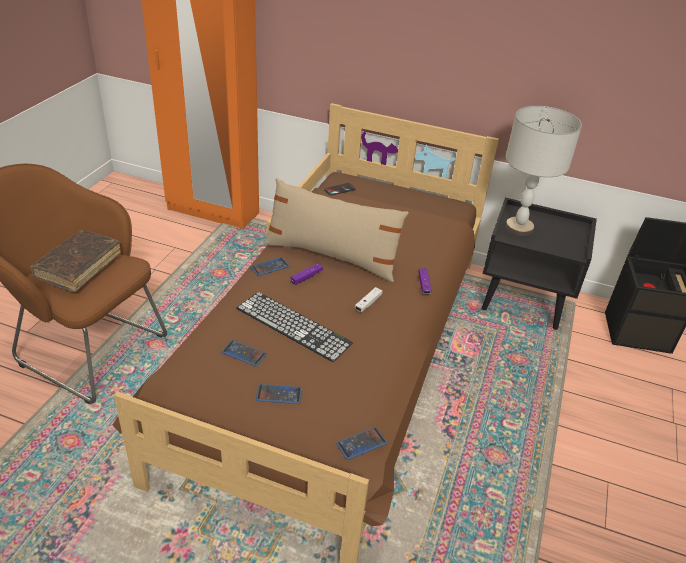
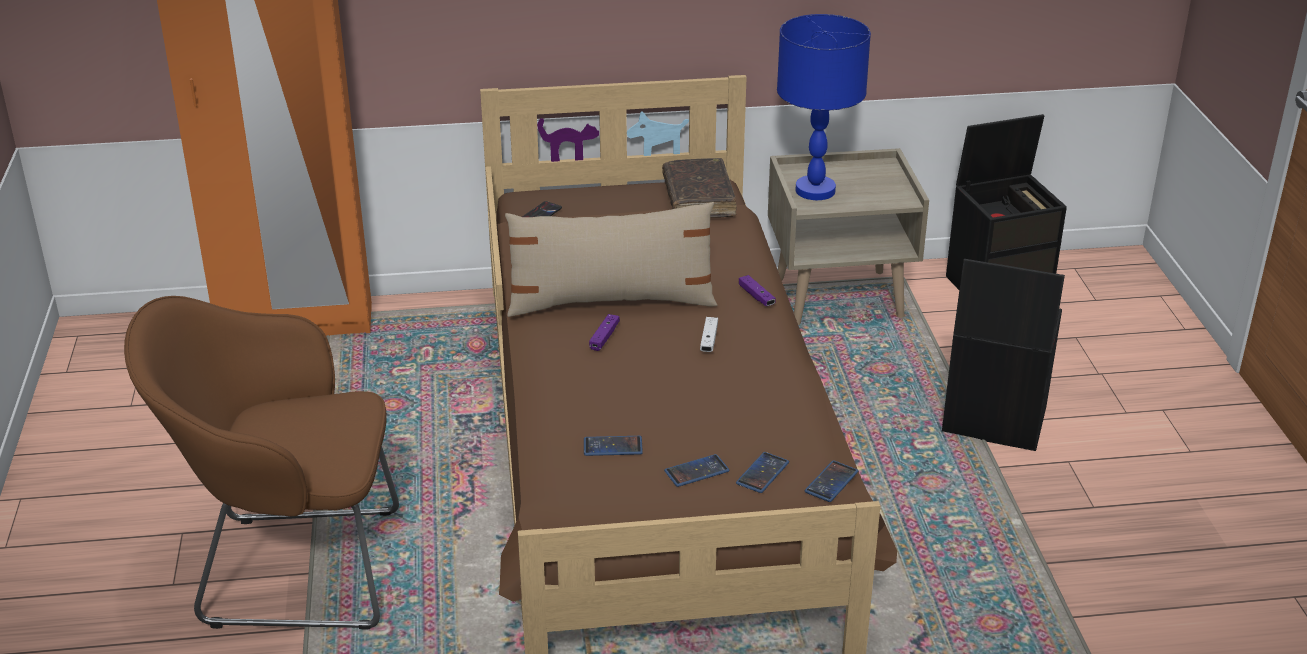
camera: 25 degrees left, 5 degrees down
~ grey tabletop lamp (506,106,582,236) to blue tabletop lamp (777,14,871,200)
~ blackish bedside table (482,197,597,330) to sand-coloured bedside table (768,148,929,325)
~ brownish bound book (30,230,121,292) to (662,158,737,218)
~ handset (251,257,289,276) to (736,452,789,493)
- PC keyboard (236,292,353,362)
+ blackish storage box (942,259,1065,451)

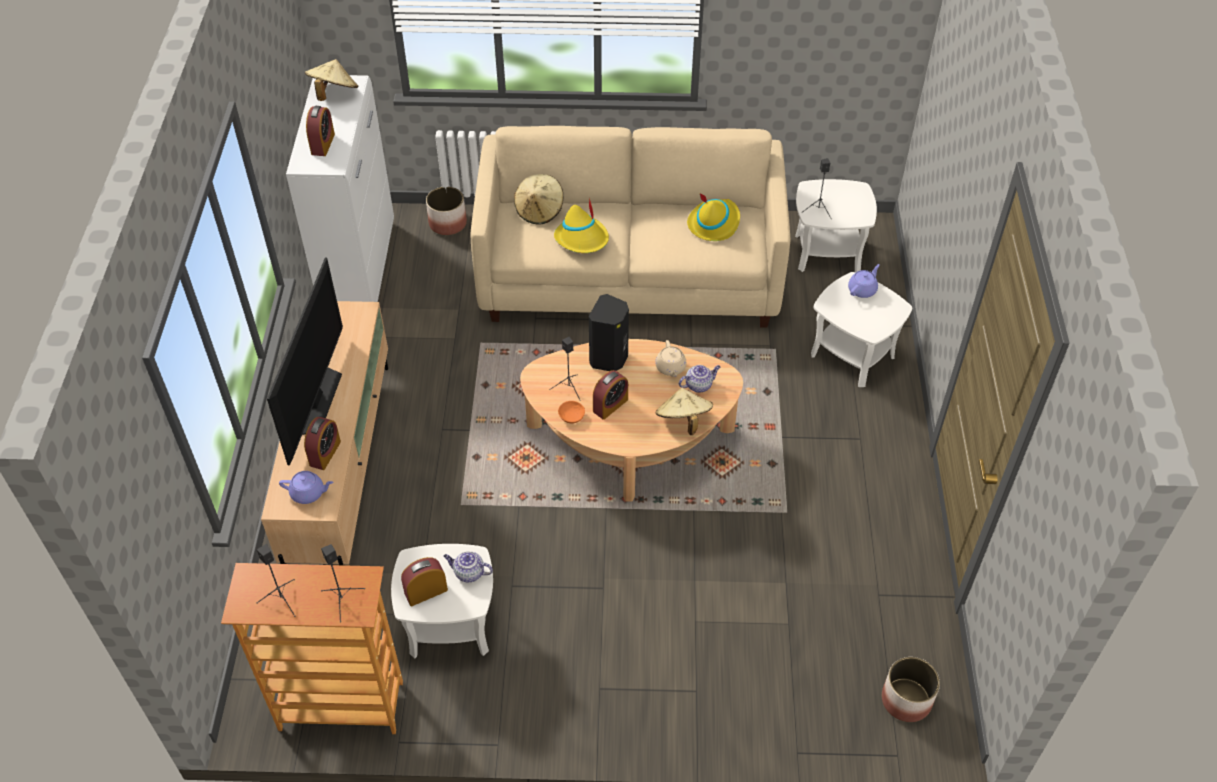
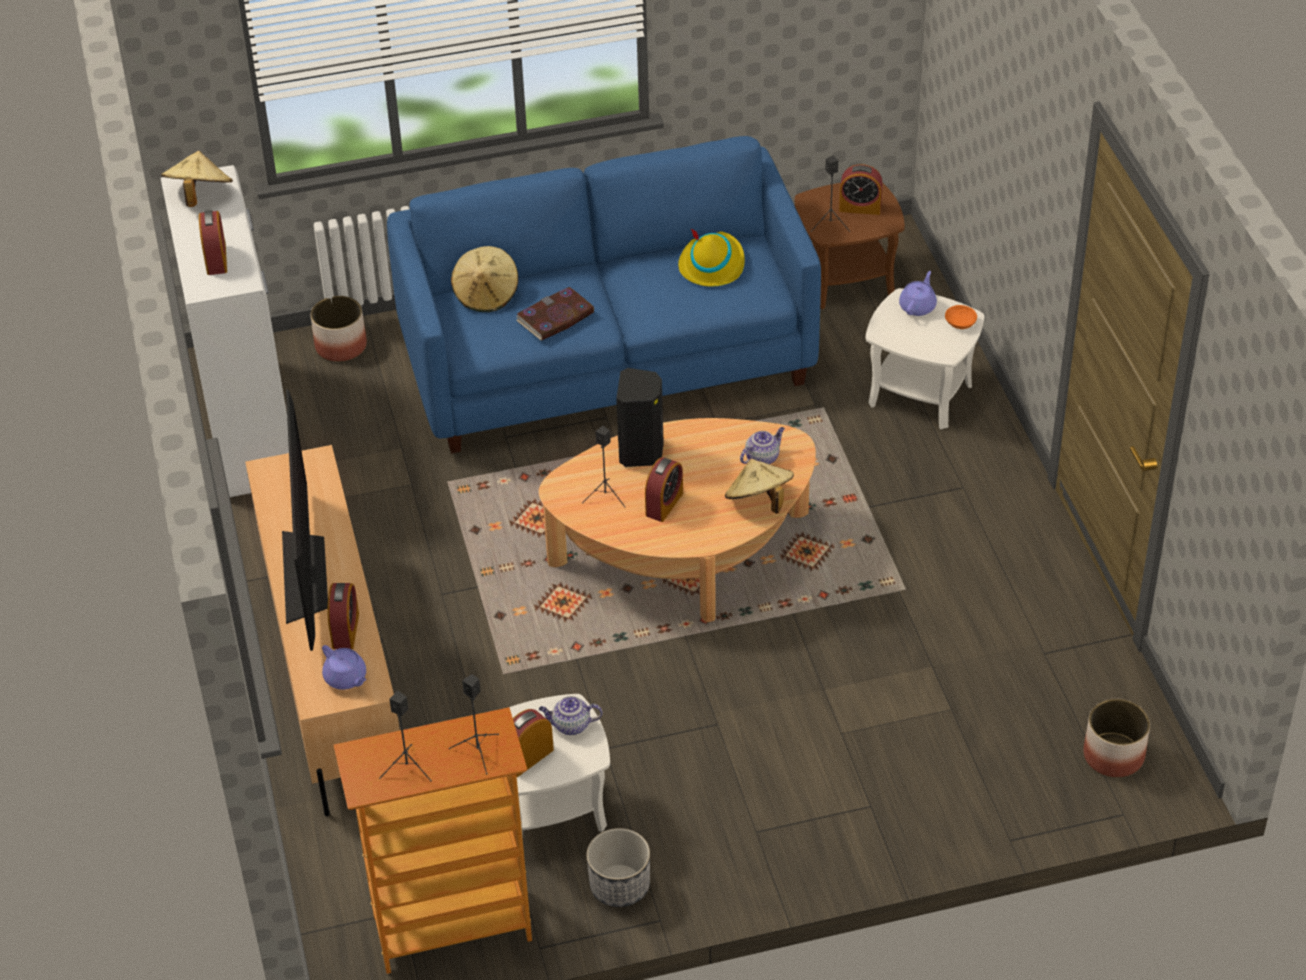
camera: 15 degrees left, 5 degrees down
~ sand-coloured couch (470,126,790,328) to blue couch (387,136,821,454)
~ white-coloured side table (795,179,877,272) to brownish side table (795,183,905,309)
~ yellowish hat (554,197,609,253) to bound book (516,287,594,341)
- sand-coloured pot for tea (655,340,687,377)
~ orange-coloured serving bowl (558,401,585,424) to (945,305,977,329)
~ purple pot for tea (279,471,333,504) = (322,645,366,690) 60 degrees clockwise
+ alarm clock (839,164,883,215)
+ plant pot (586,828,650,907)

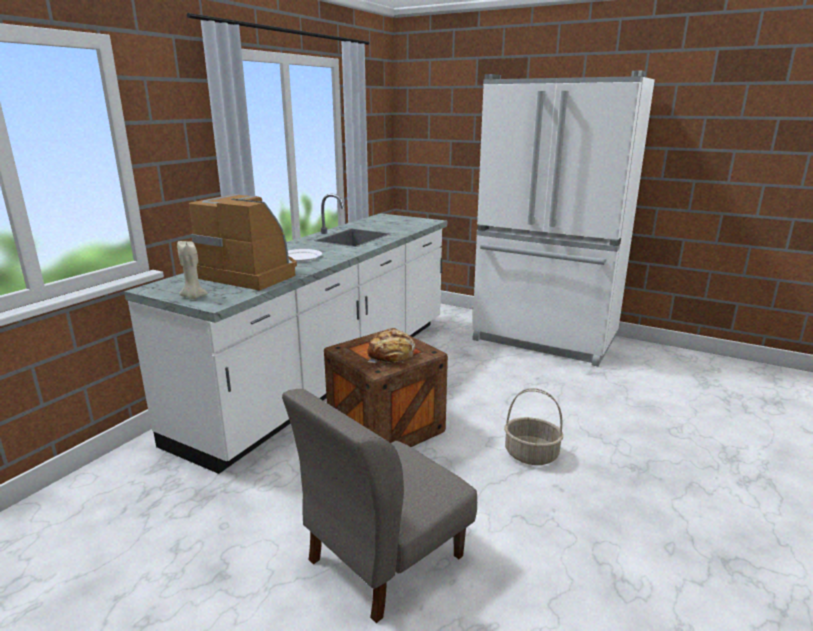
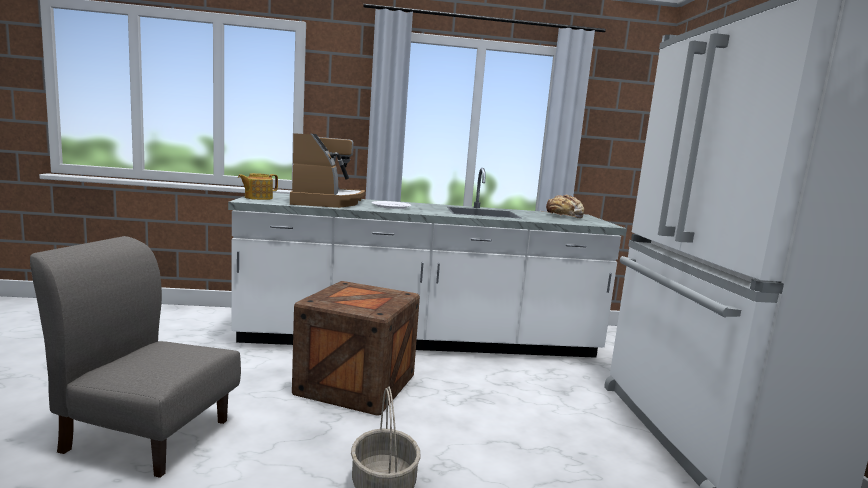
camera: 55 degrees right, 10 degrees down
~ sand-coloured wax light (177,241,208,299) to pot for tea (238,173,278,200)
~ bakery bread (367,329,415,363) to (544,195,584,218)

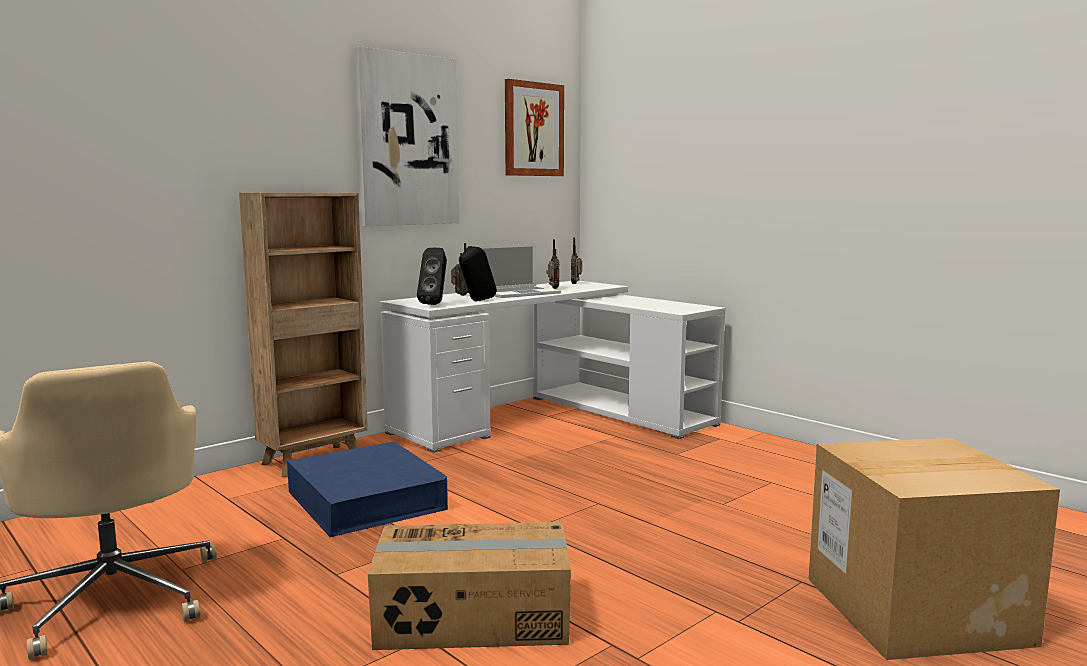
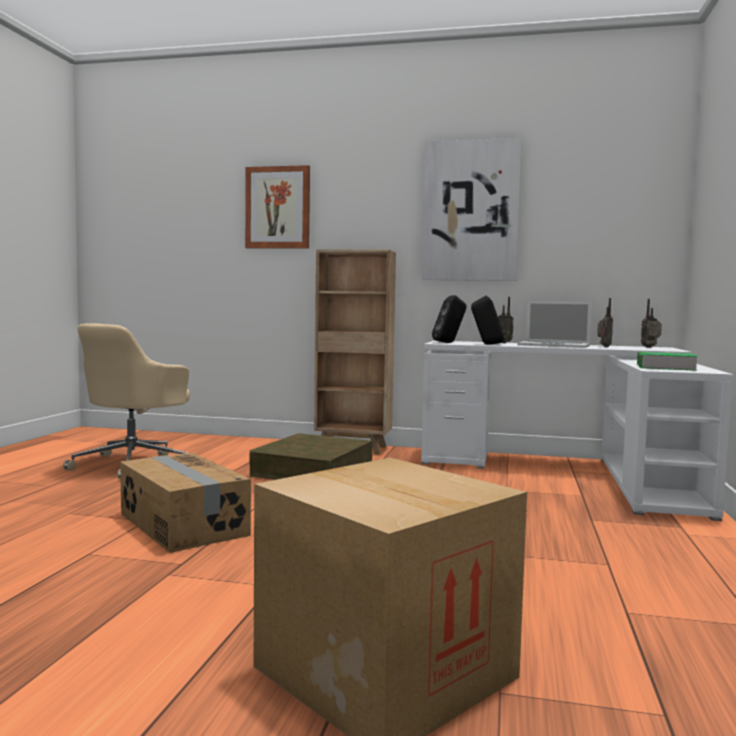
camera: 55 degrees right, 5 degrees down
~ picture (505,79,564,176) to (245,165,310,248)
~ blue storage box (287,441,448,537) to brownish storage box (249,433,373,480)
+ bound book (637,352,698,371)

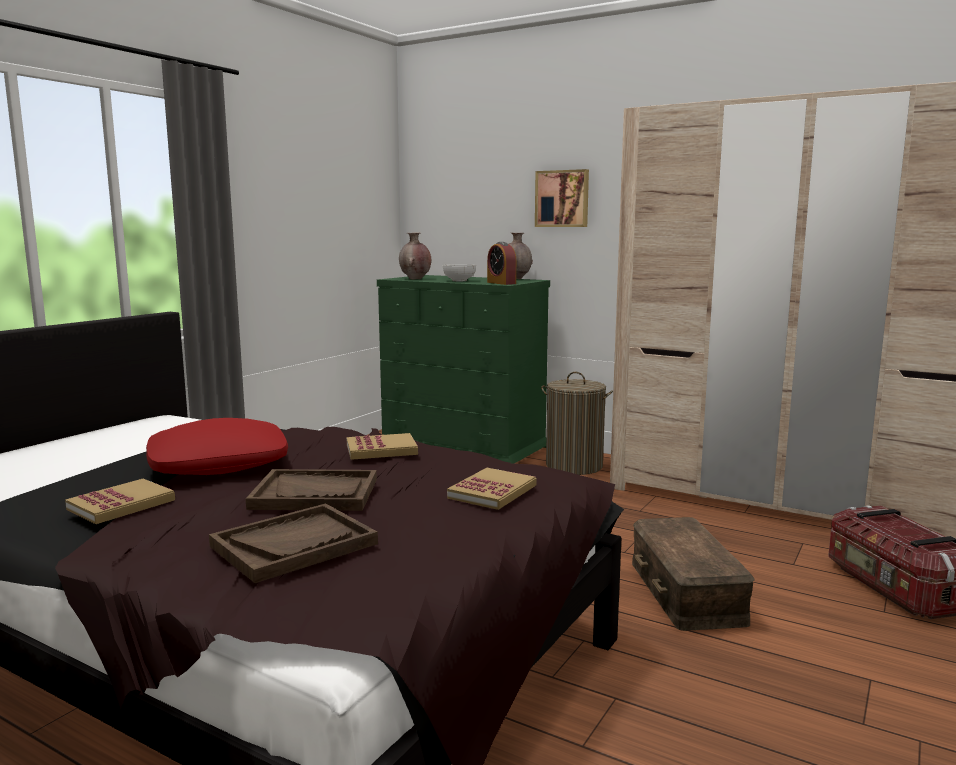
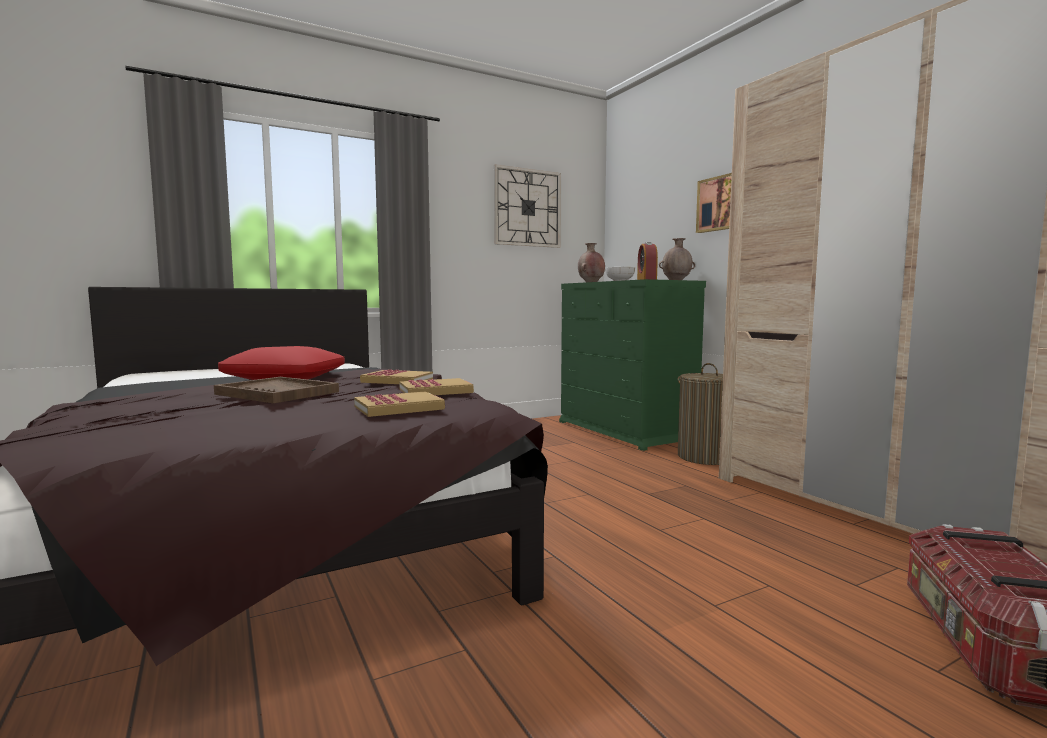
camera: 30 degrees right, 5 degrees down
~ bound book (65,479,175,524) to (399,378,474,395)
- brownish carrying tray (209,503,378,583)
- brownish storage box (632,517,754,631)
+ hanging clock (494,164,561,248)

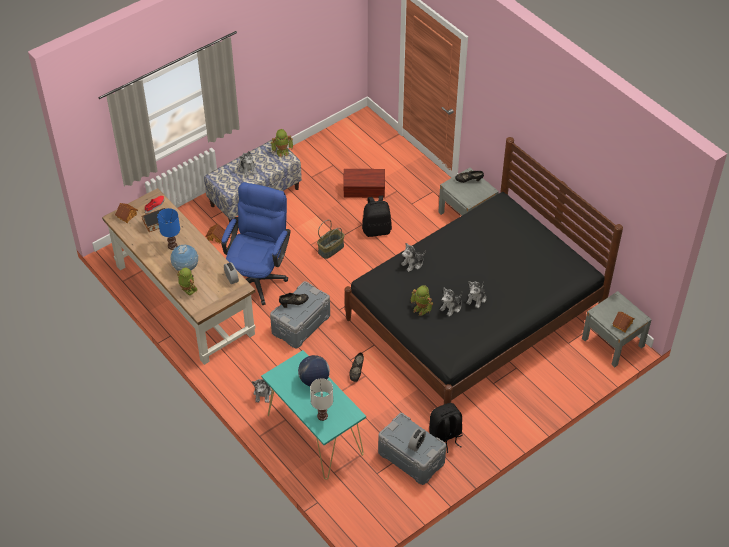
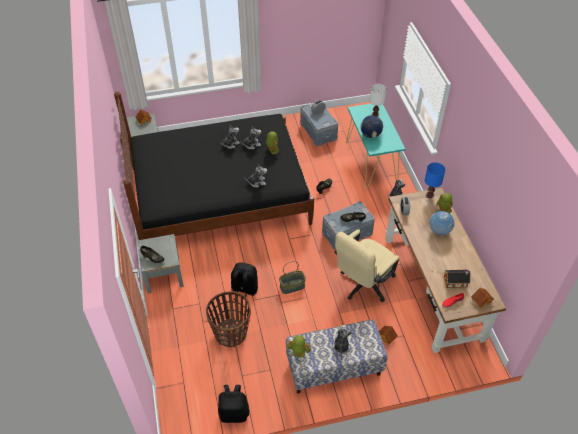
camera: 155 degrees left, 0 degrees up
~ brownish storage box (343,169,385,198) to basket (206,291,251,347)
~ blue office chair (221,182,291,305) to sand-coloured office chair (334,229,399,302)
~ blue tabletop lamp (157,208,180,250) to (425,163,445,198)
~ blackish knapsack (429,403,463,453) to (218,385,249,423)

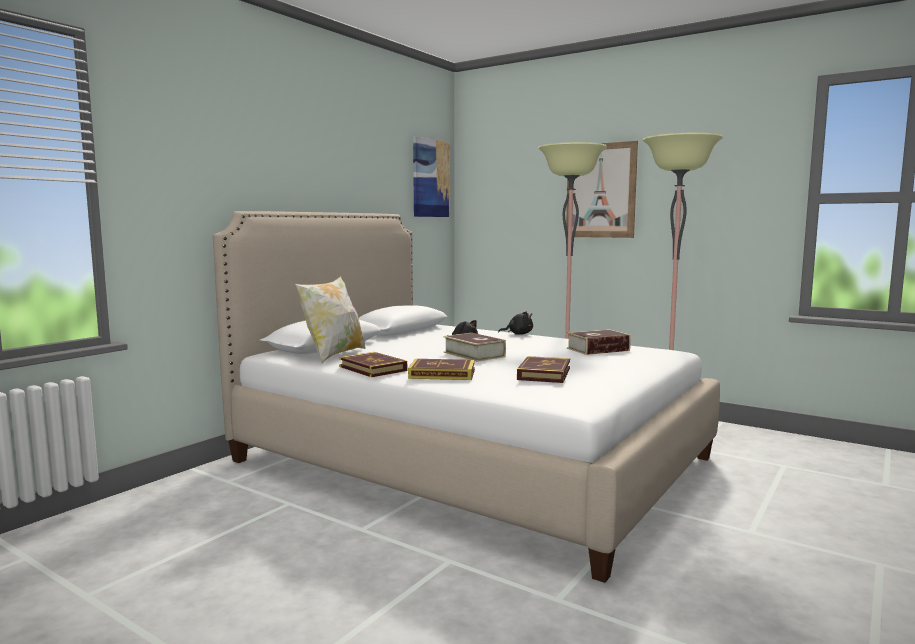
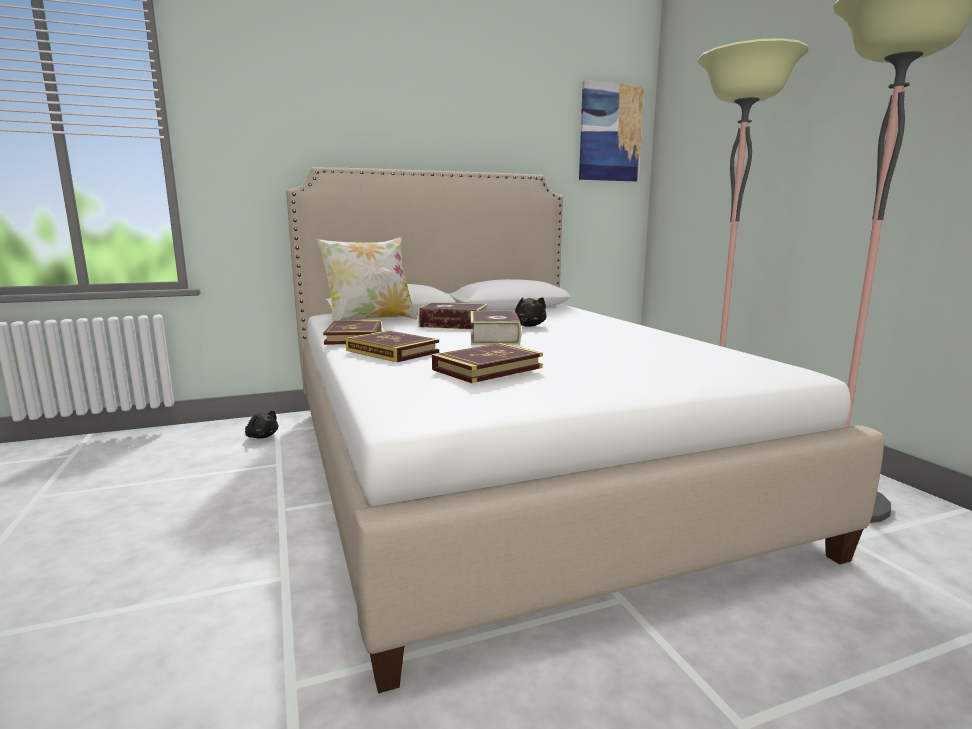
camera: 35 degrees right, 5 degrees up
- picture (566,141,638,238)
~ blackish cuddly toy (498,312,533,335) to (245,411,278,439)
~ bound book (567,329,631,355) to (418,302,488,329)

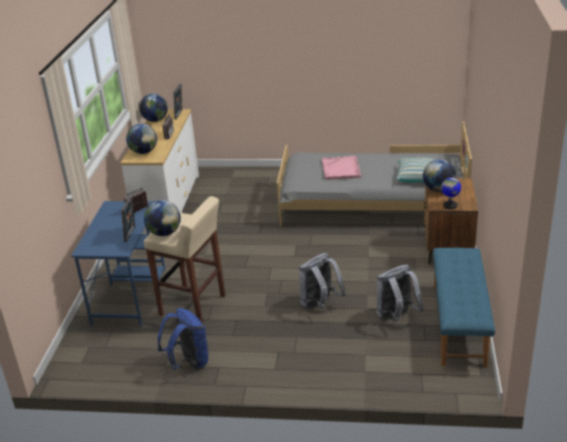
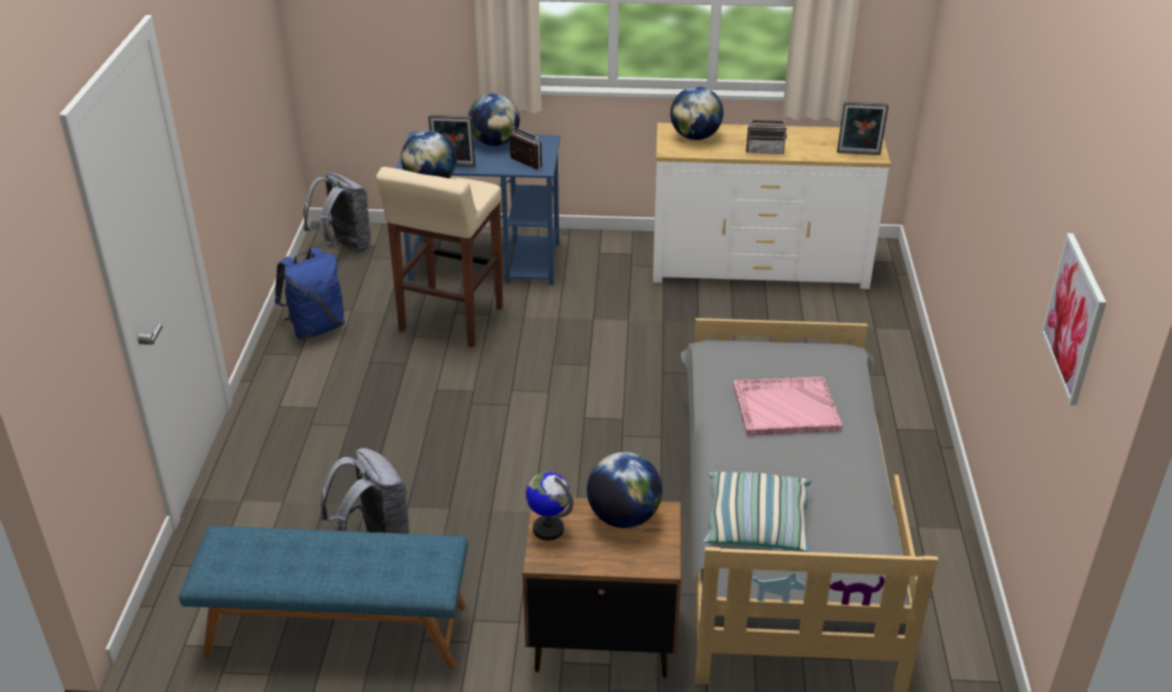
camera: 85 degrees right, 5 degrees up
~ desk globe (139,94,168,122) to (468,93,520,146)
~ grey knapsack (299,253,346,309) to (303,172,371,252)
+ picture (1041,233,1106,405)

